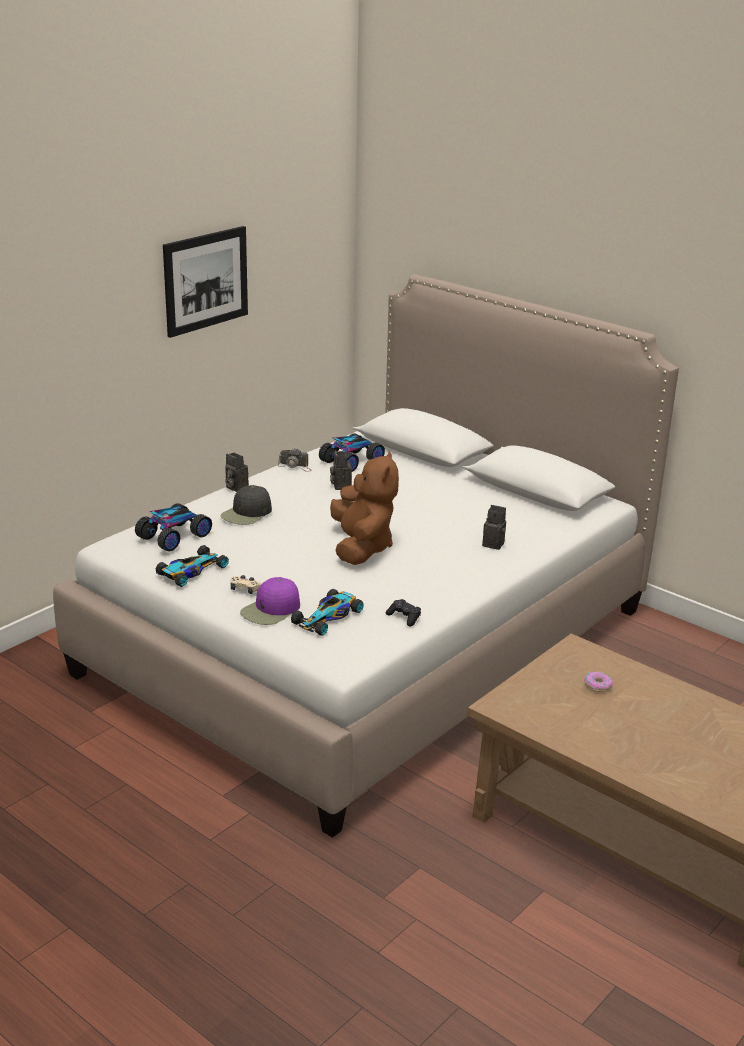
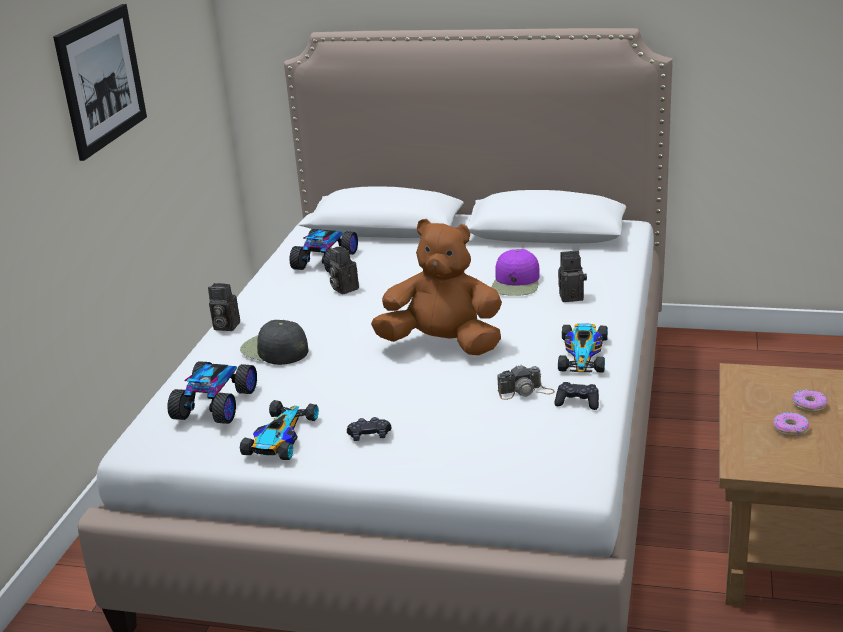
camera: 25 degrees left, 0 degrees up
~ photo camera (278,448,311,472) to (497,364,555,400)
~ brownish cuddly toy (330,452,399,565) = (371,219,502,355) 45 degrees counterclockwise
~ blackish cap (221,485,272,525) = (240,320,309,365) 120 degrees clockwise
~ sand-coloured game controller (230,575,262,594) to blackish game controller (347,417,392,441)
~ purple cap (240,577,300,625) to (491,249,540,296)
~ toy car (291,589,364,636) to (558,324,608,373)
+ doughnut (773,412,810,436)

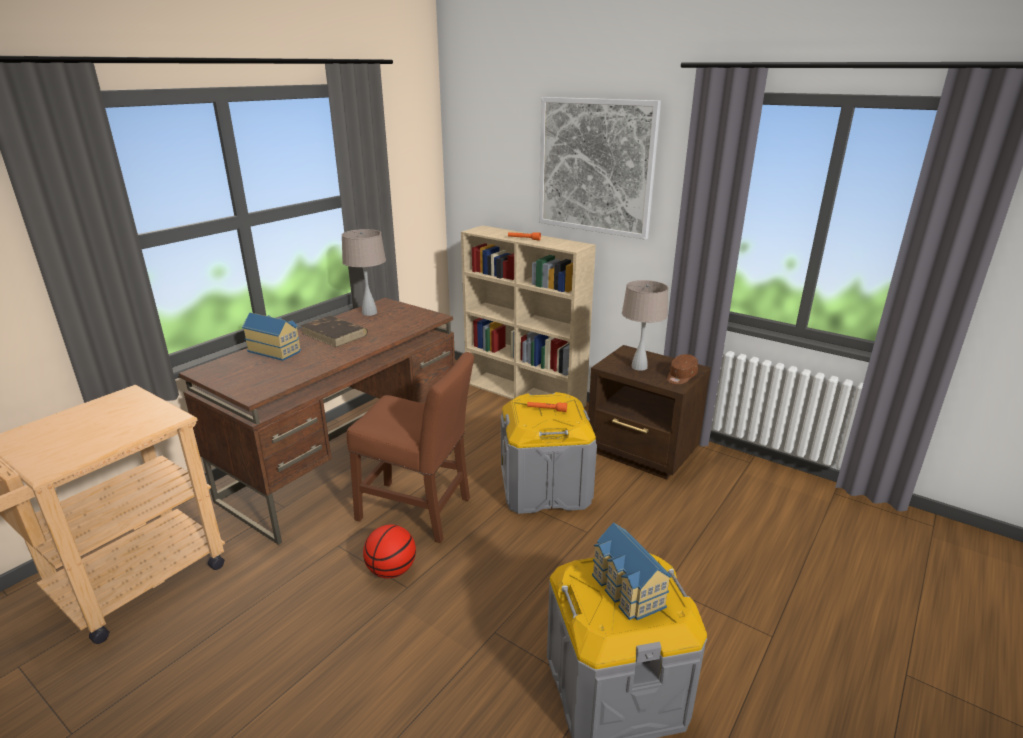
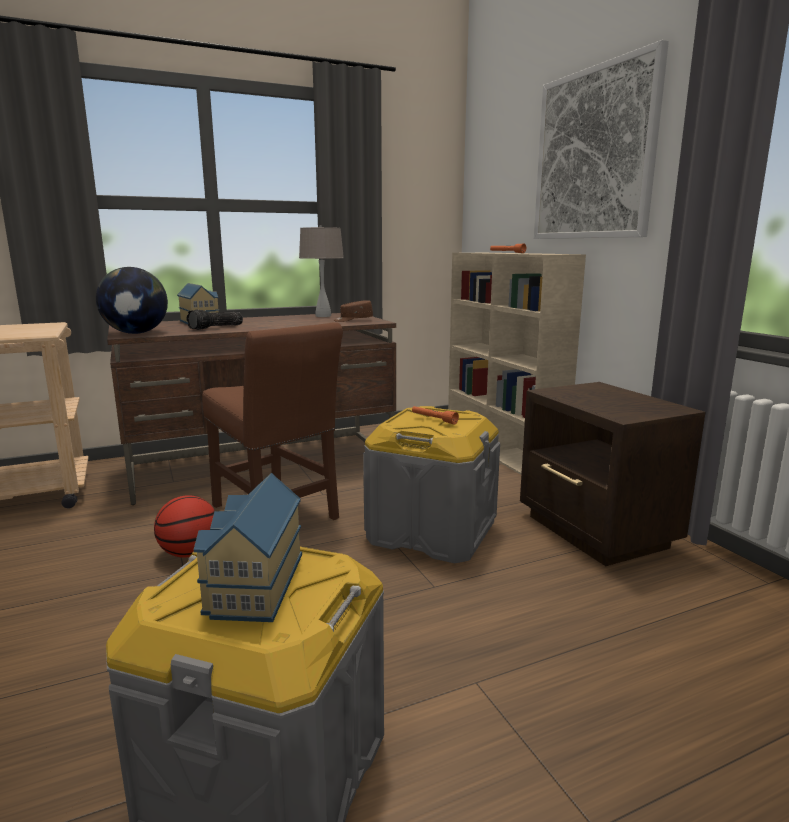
camera: 30 degrees right, 10 degrees down
- sand-coloured tabletop lamp (622,280,668,371)
- brownish bound book (300,315,368,347)
~ brownish cap (667,354,698,384) to (333,300,373,322)
+ desk globe (96,267,168,334)
+ torch (187,309,243,330)

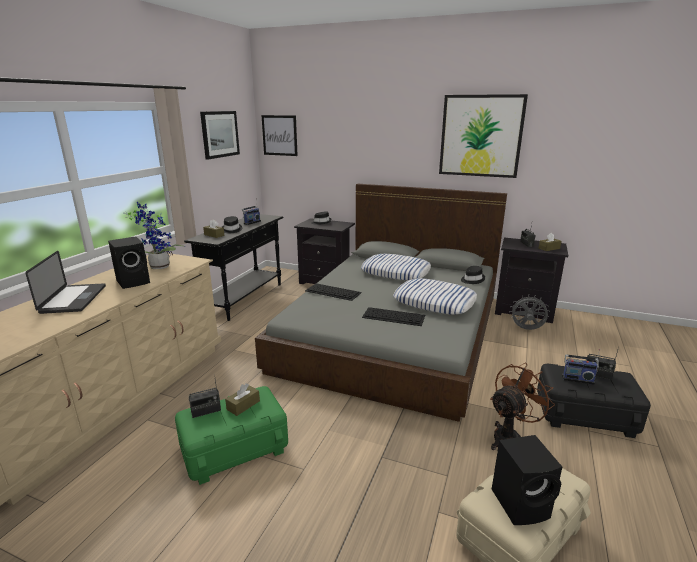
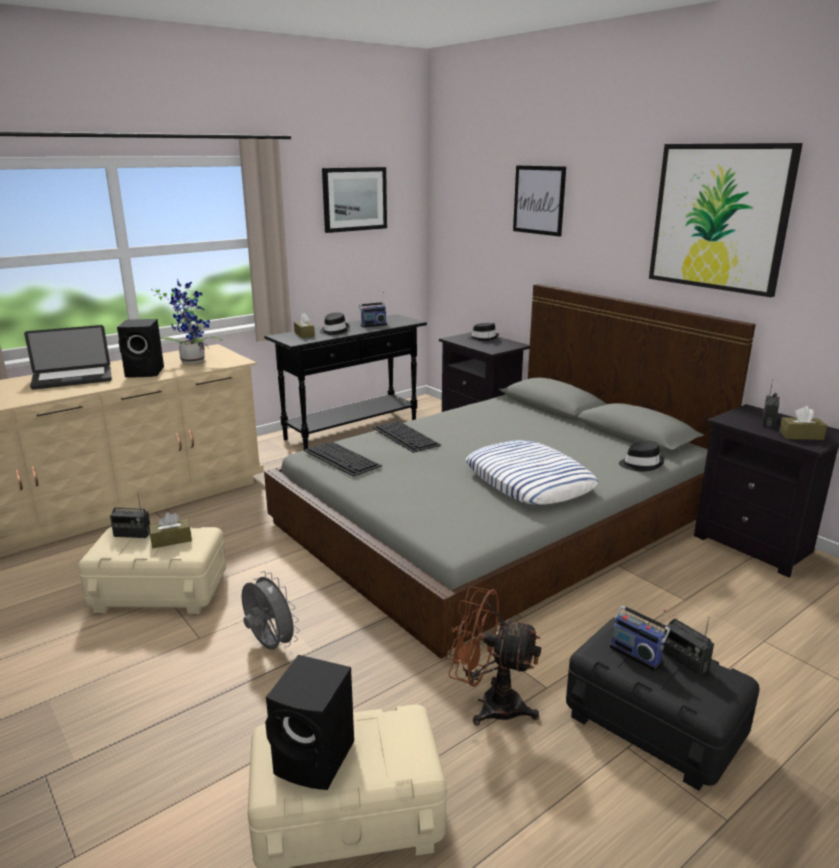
camera: 30 degrees right, 0 degrees up
~ picture (261,115,298,156) to (513,165,566,237)
~ laptop (25,251,106,314) = (24,325,112,389) 45 degrees clockwise
- pillow (361,254,431,281)
~ grey electric fan (510,295,550,330) to (242,571,300,650)
~ PC keyboard (362,307,425,326) to (304,441,382,477)
~ brownish electric fan (490,362,555,450) = (446,586,541,726) 150 degrees counterclockwise
~ green-coloured storage box (175,386,288,485) to sand-coloured storage box (78,527,227,614)

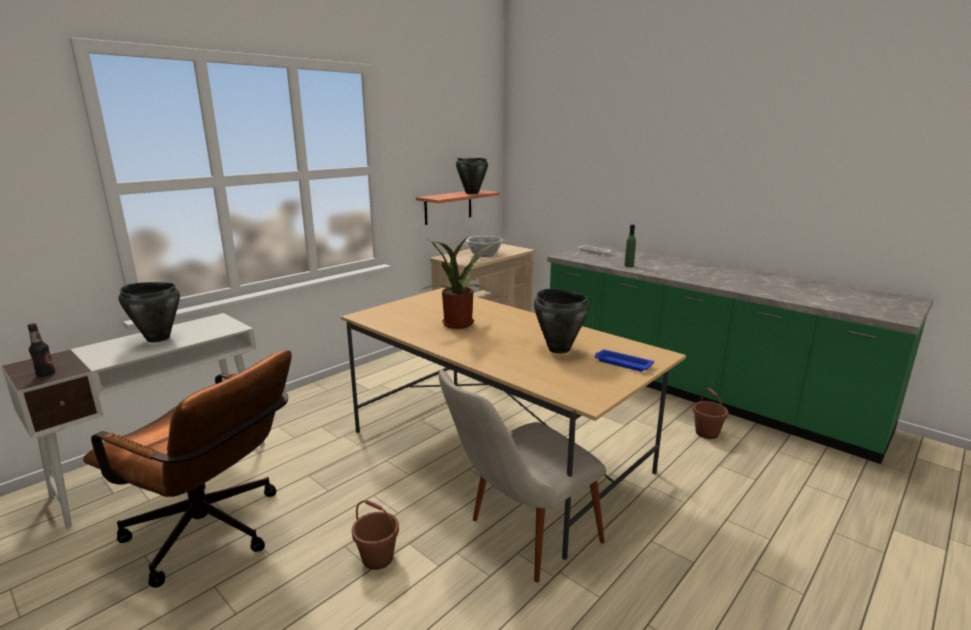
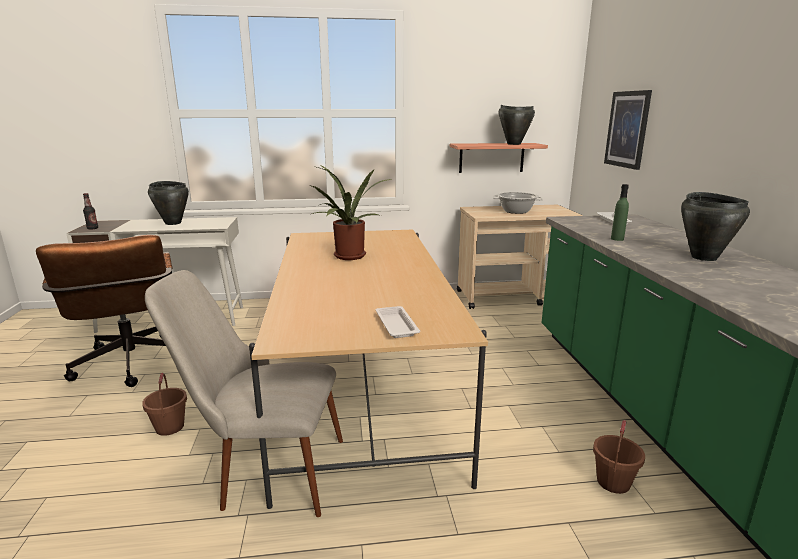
camera: 40 degrees right, 0 degrees up
~ blackish cooking pot (534,289,590,354) to (681,192,750,261)
~ blue carrying tray (594,350,654,372) to white-coloured carrying tray (376,306,420,338)
+ picture (604,90,652,170)

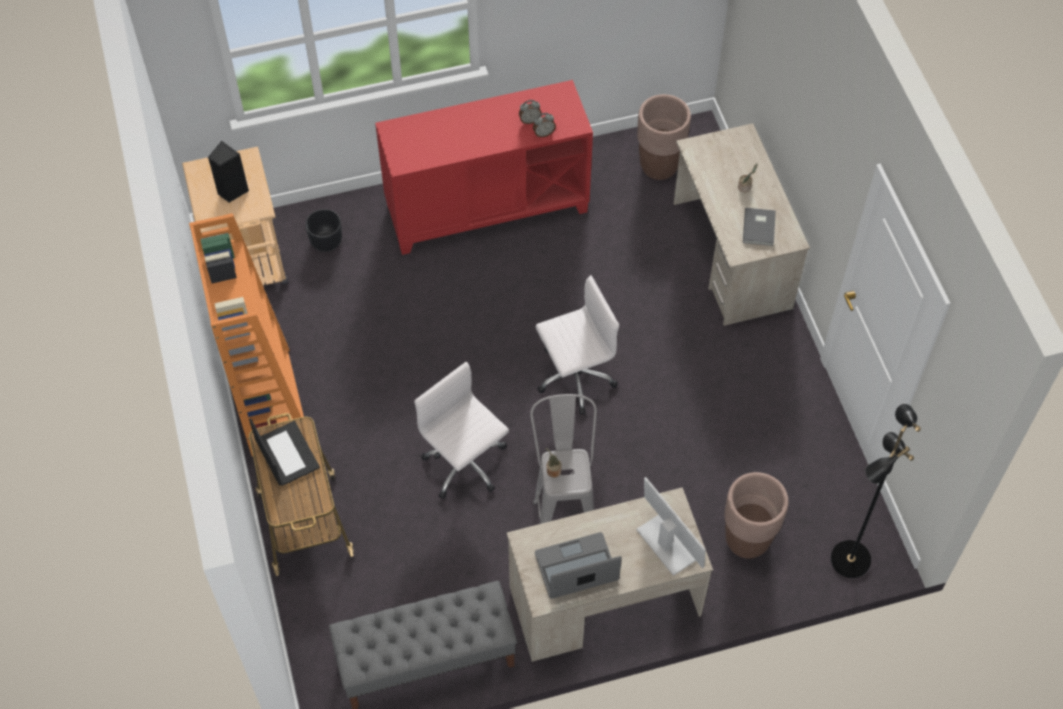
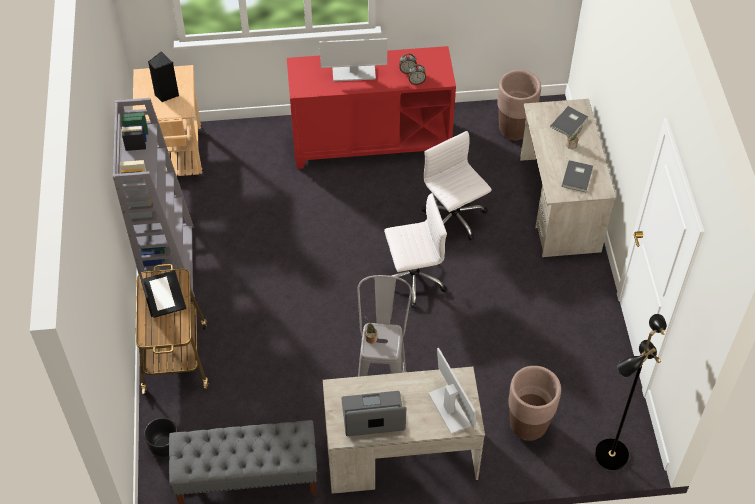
camera: 10 degrees right, 5 degrees down
~ blackish plant pot (305,209,342,252) to (144,418,178,458)
~ orange-coloured bookcase (189,213,306,456) to grey bookcase (113,98,195,298)
~ white-coloured office chair (414,362,509,499) to (422,131,492,241)
+ computer screen (320,38,387,82)
+ grey bound book (550,106,588,136)

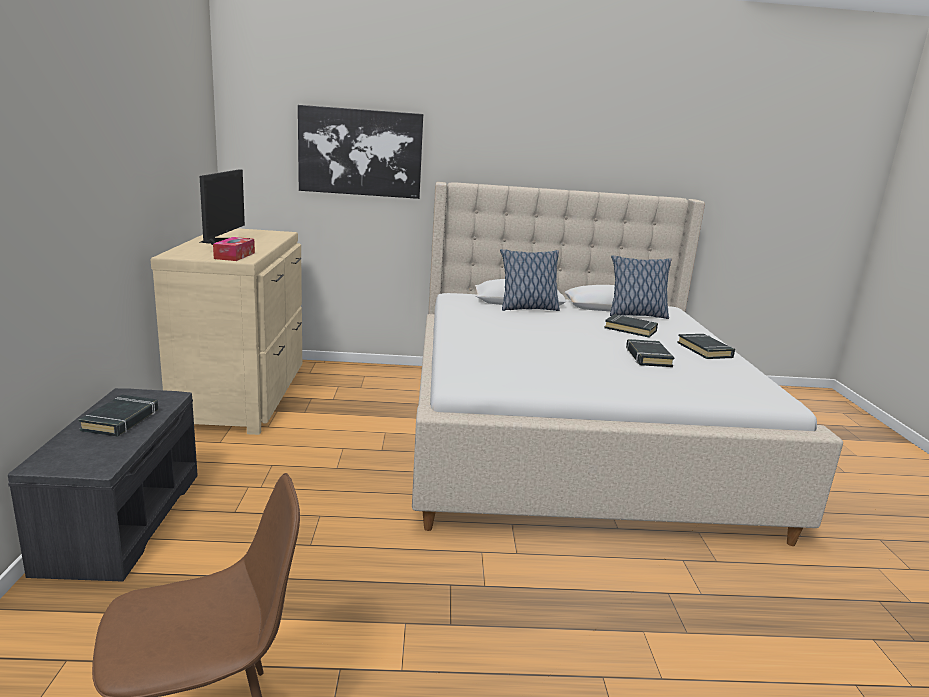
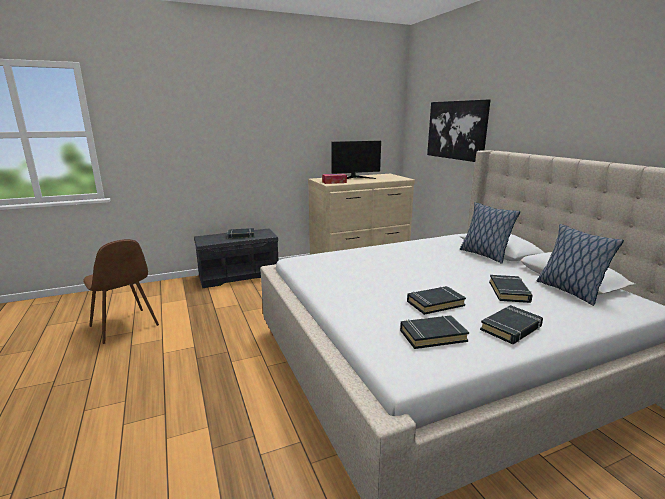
camera: 70 degrees right, 0 degrees up
+ blackish bound book (400,315,469,349)

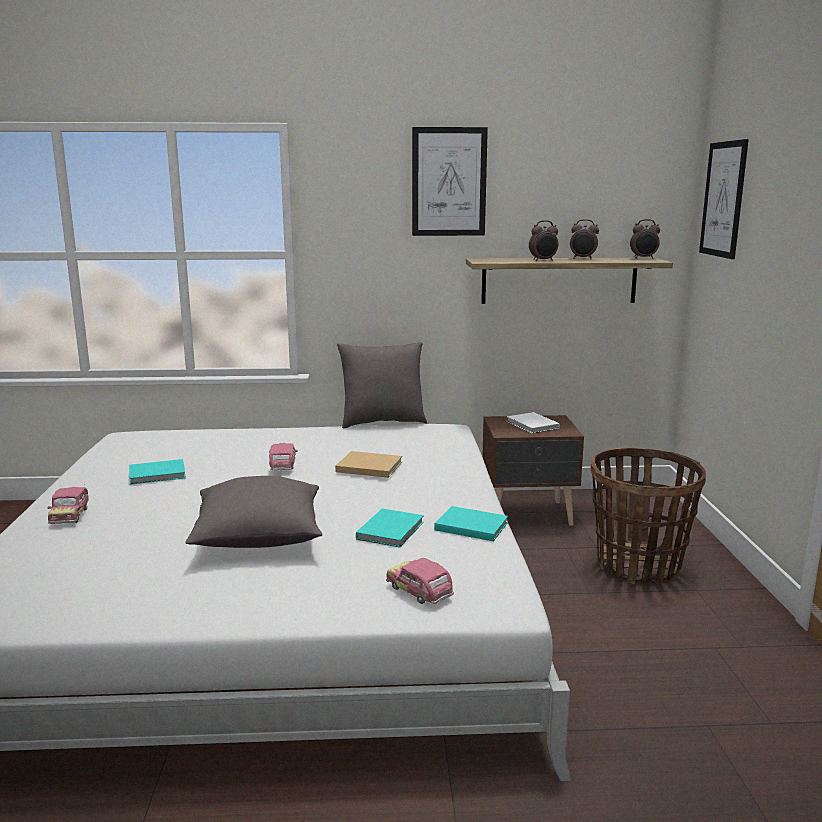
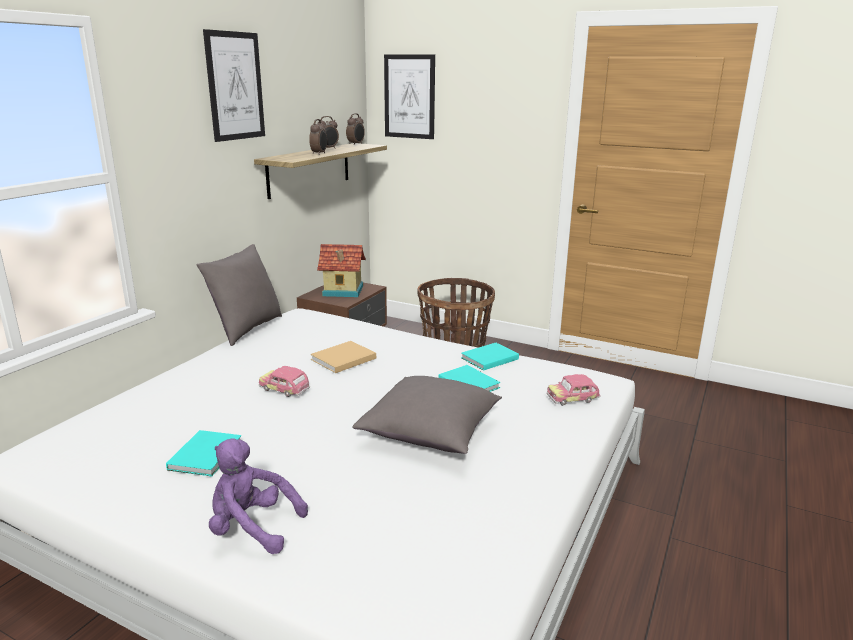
camera: 60 degrees left, 5 degrees up
~ white-coloured bound book (507,412,560,433) to model house (317,244,366,297)
~ toy car (47,487,89,524) to purple cuddly toy (209,438,308,554)

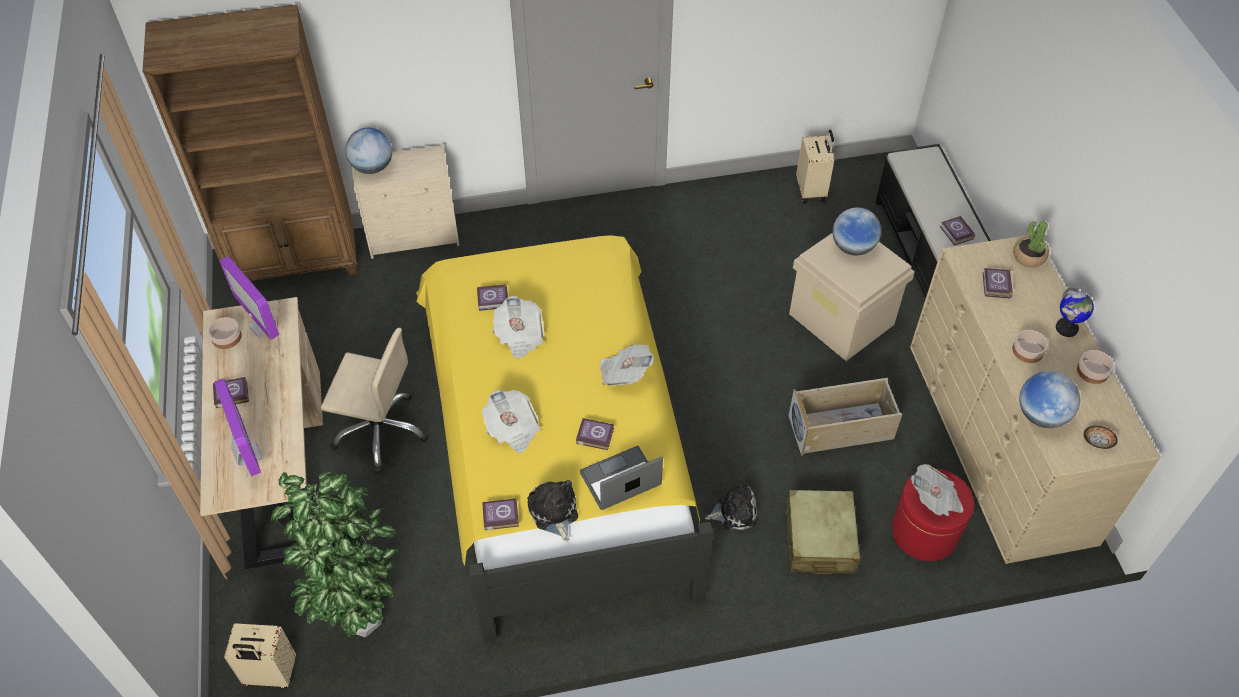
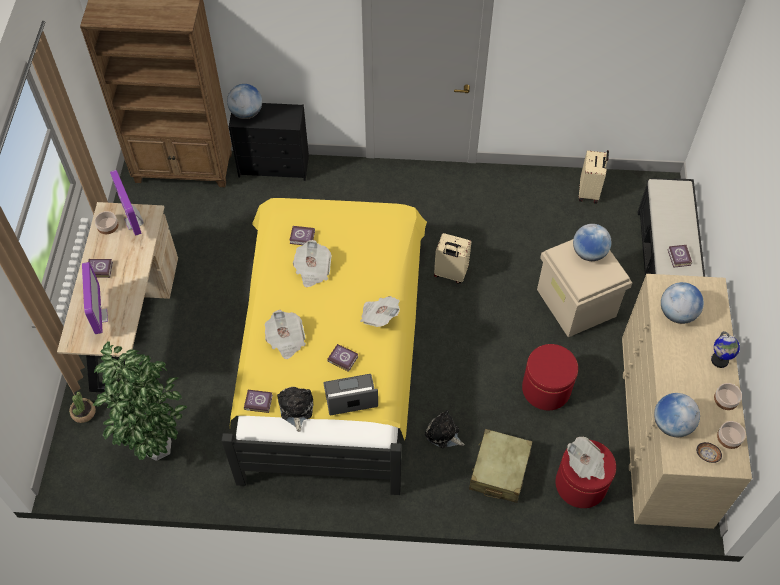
camera: 15 degrees right, 5 degrees up
~ sand-coloured drawer chest (352,144,460,259) to blackish drawer chest (229,103,309,181)
~ potted plant (1013,221,1049,267) to (69,391,96,423)
~ bound book (983,268,1013,298) to desk globe (661,282,704,324)
- sand-coloured office chair (321,328,428,473)
~ serving bowl (1012,330,1048,363) to (717,421,746,449)
~ sand-coloured storage box (788,378,902,456) to red-coloured ottoman (522,344,578,410)
~ cuddly toy (705,480,757,530) = (425,410,465,448) 150 degrees counterclockwise
~ sand-coloured suitcase (224,624,296,688) to (434,233,471,283)

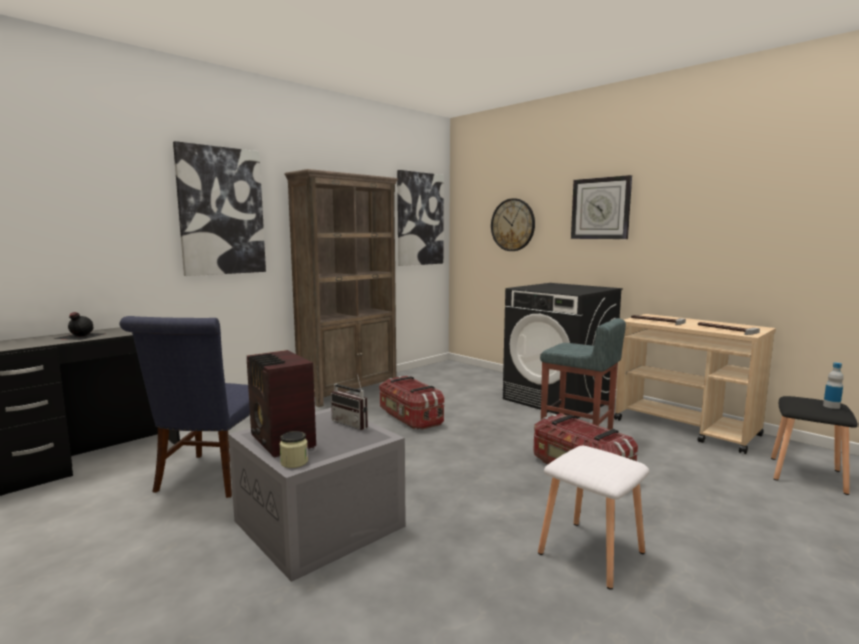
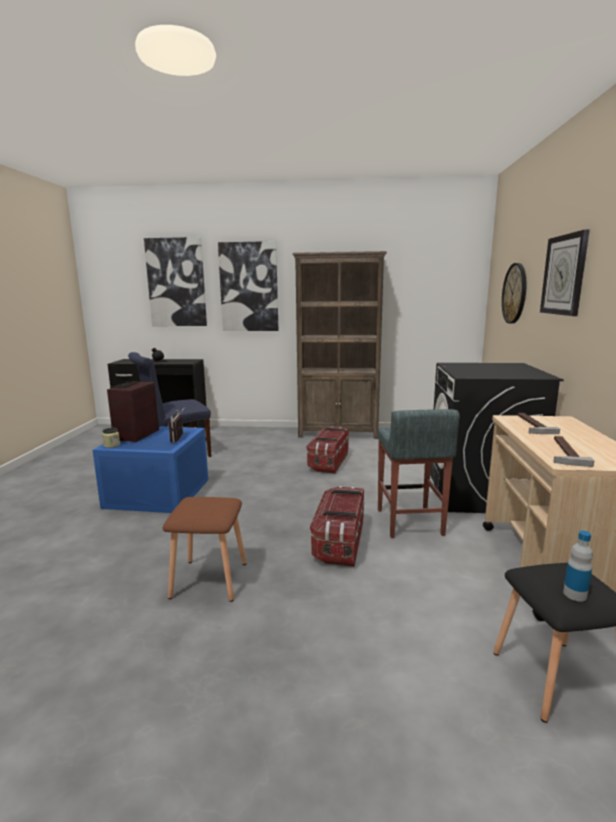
camera: 50 degrees right, 5 degrees up
~ picture (397,170,444,266) to (144,237,207,326)
~ grey storage box (228,408,406,582) to blue storage box (93,426,208,513)
~ white-coloured stool seat (538,446,649,590) to brownish stool seat (163,497,247,602)

